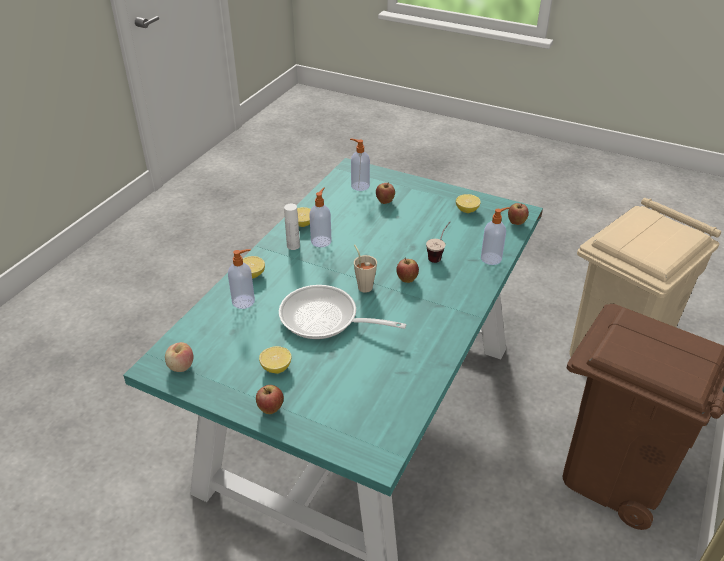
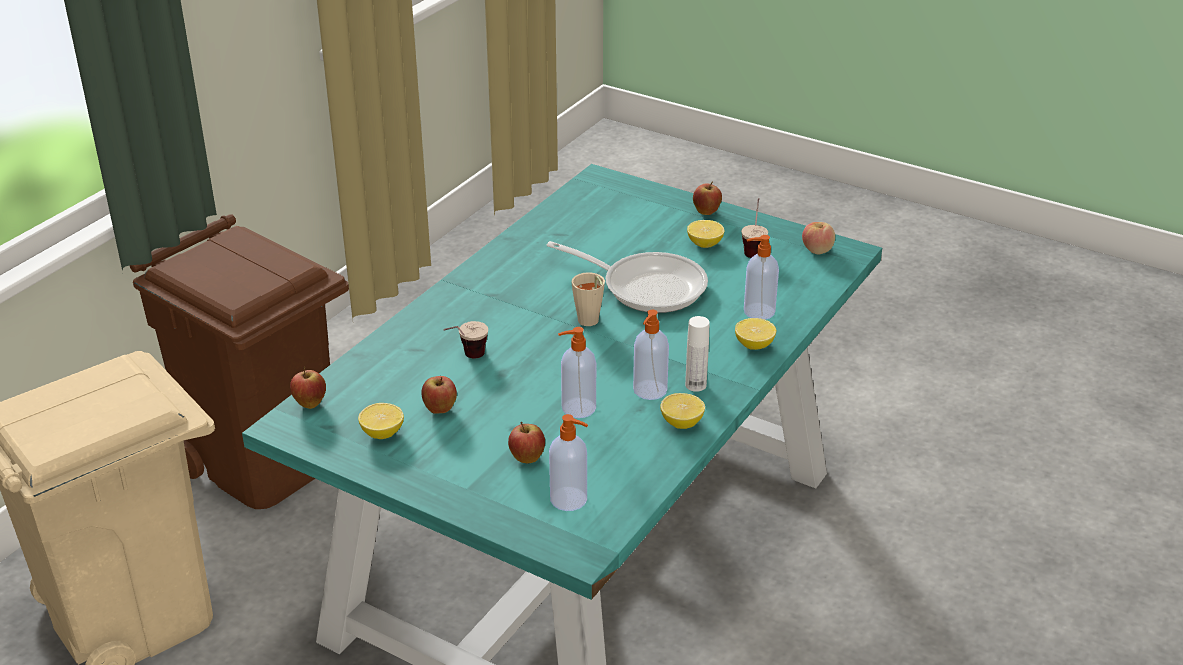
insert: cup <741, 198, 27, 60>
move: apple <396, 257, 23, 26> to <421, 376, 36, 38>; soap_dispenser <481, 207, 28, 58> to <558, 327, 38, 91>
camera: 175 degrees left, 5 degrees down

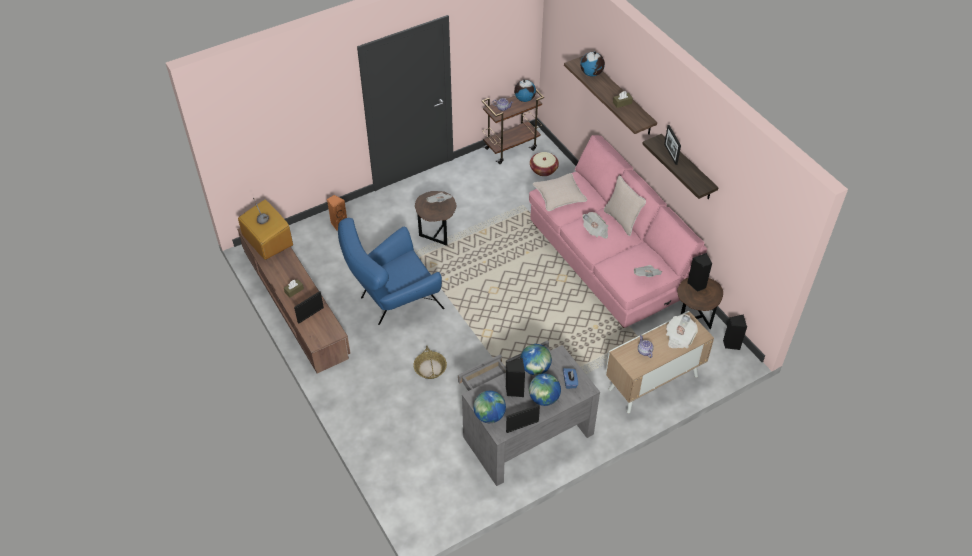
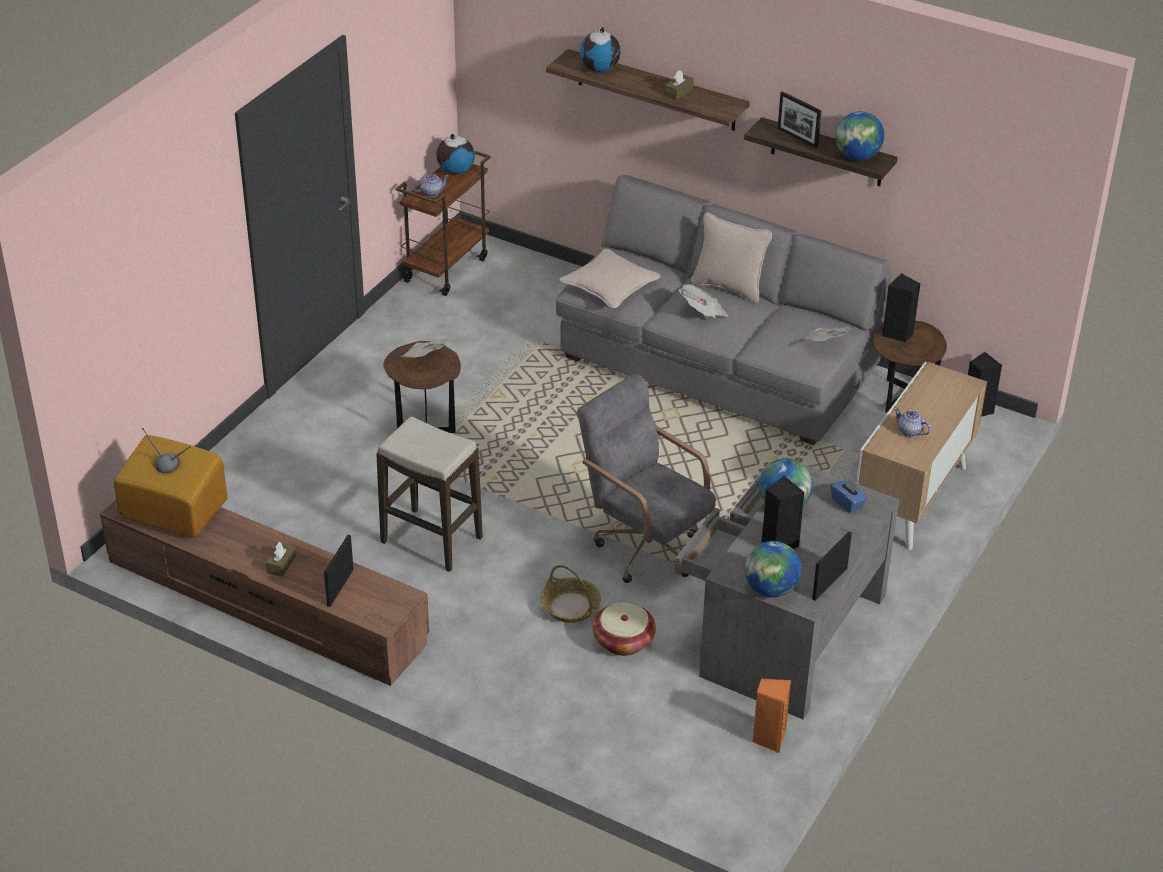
delete: newspaper <666, 314, 32, 35>
insert: grey_office_chair <577, 374, 139, 209>
move: basket <530, 152, 29, 24> to <593, 602, 63, 54>; orange_speaker <327, 195, 20, 36> to <752, 678, 39, 75>; globe <529, 374, 32, 32> to <836, 111, 48, 49>
replace: blue_armchair <338, 218, 106, 107> to stool <376, 417, 107, 155>
recolor: pink_sofa <529, 135, 178, 193> to grey_sofa <556, 175, 336, 270>
camera: 30 degrees left, 10 degrees down

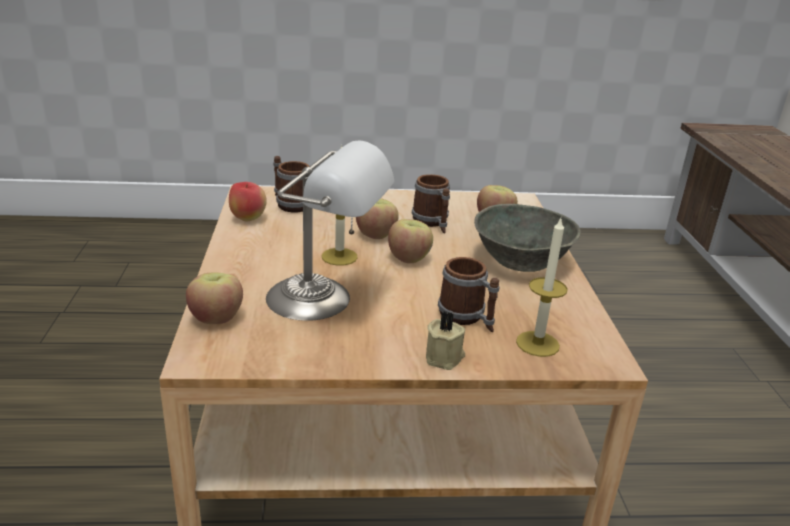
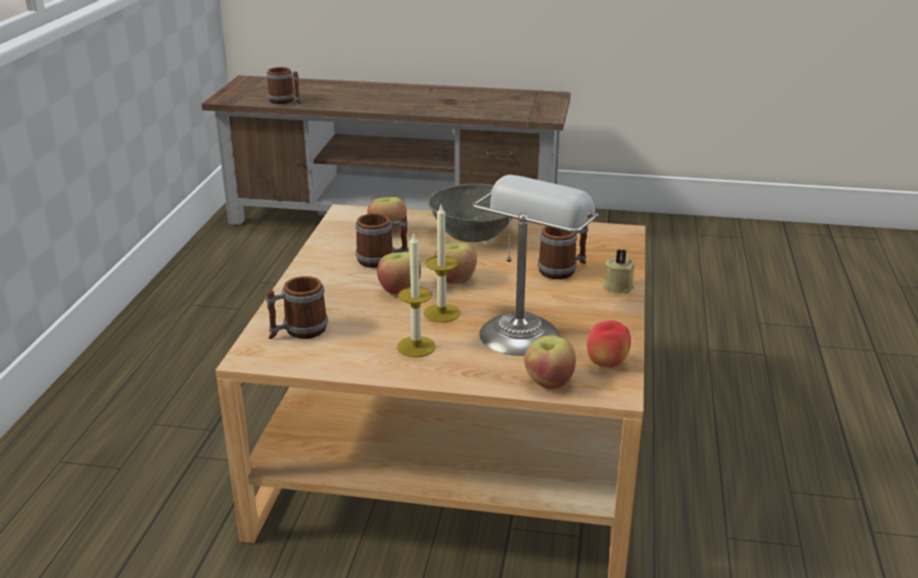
insert: mug <267, 67, 34, 37>
move: candle <516, 216, 52, 141> to <397, 232, 39, 125>; apple <229, 182, 38, 40> to <587, 320, 44, 48>
camera: 75 degrees left, 0 degrees up

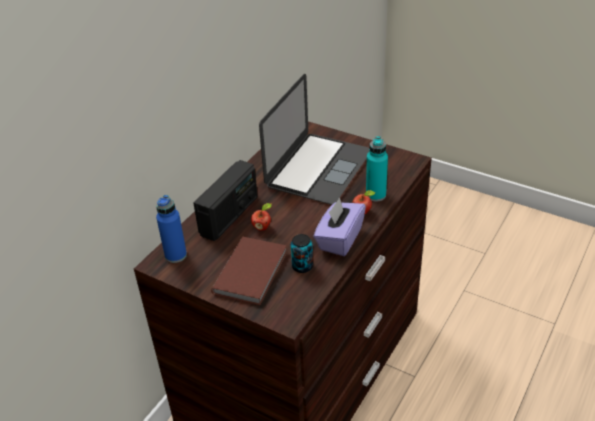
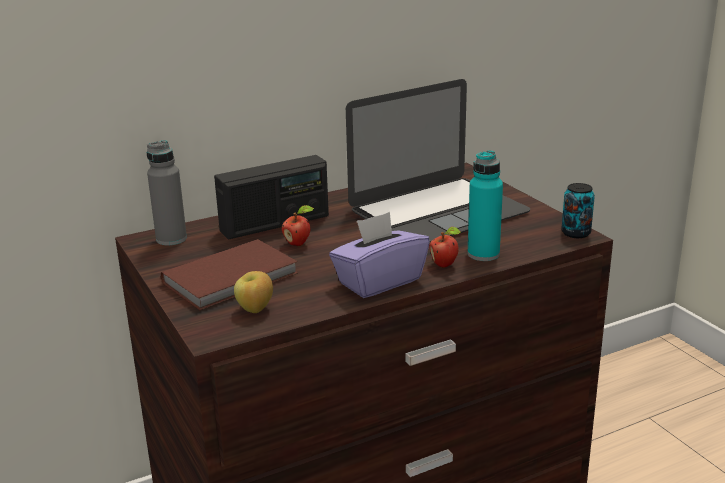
insert: apple <234, 271, 39, 42>
move: can <291, 234, 22, 39> to <561, 183, 34, 55>
recolor: blue_bottle <156, 195, 31, 68> to grey_bottle <147, 140, 40, 105>
camera: 30 degrees right, 15 degrees down

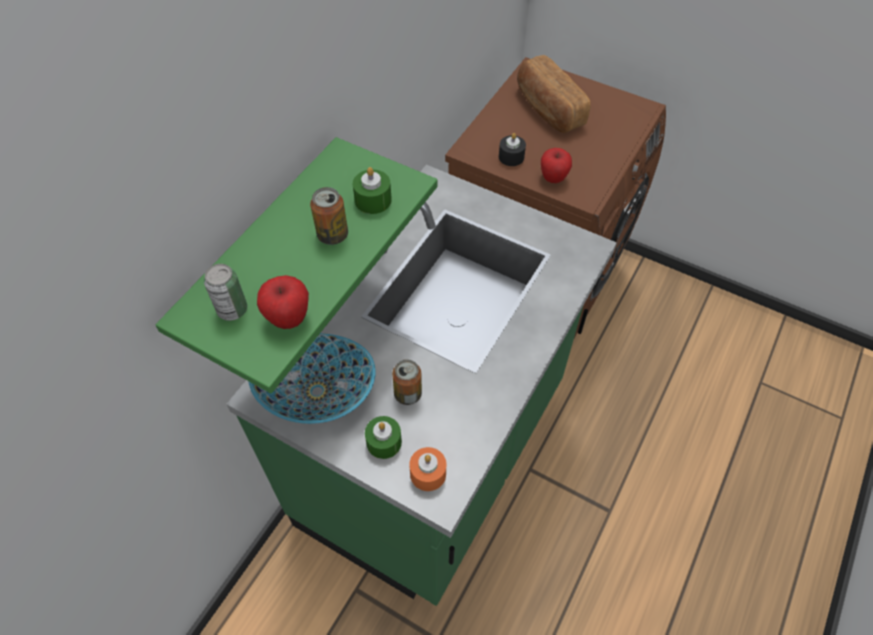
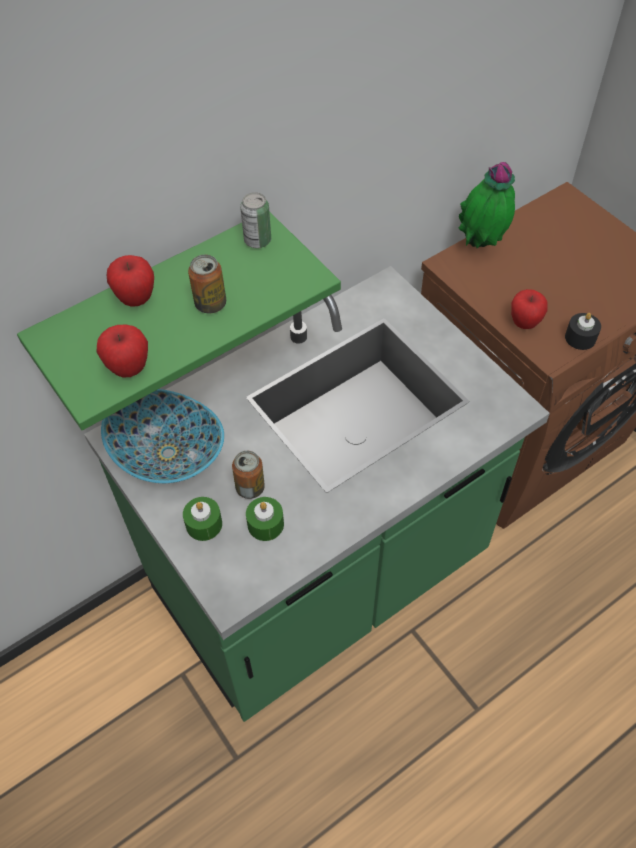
delete: orange_candle <409, 447, 37, 44>; bread <517, 55, 74, 78>
insert: apple <107, 255, 47, 52>; potted_plant <458, 162, 57, 87>
move: can <204, 264, 43, 57> to <240, 192, 31, 56>; green_candle <353, 167, 39, 47> to <246, 497, 38, 44>; black_candle <499, 133, 27, 33> to <565, 313, 36, 37>
camera: 25 degrees right, 0 degrees up

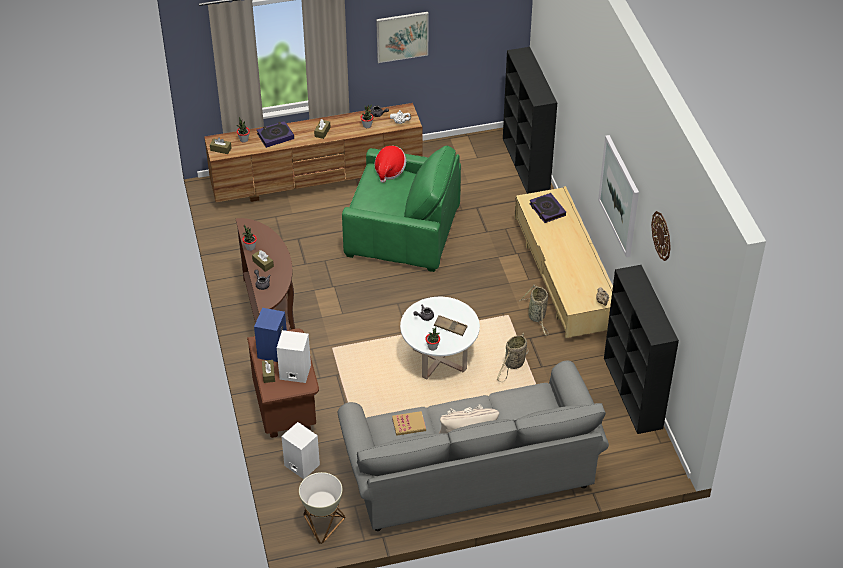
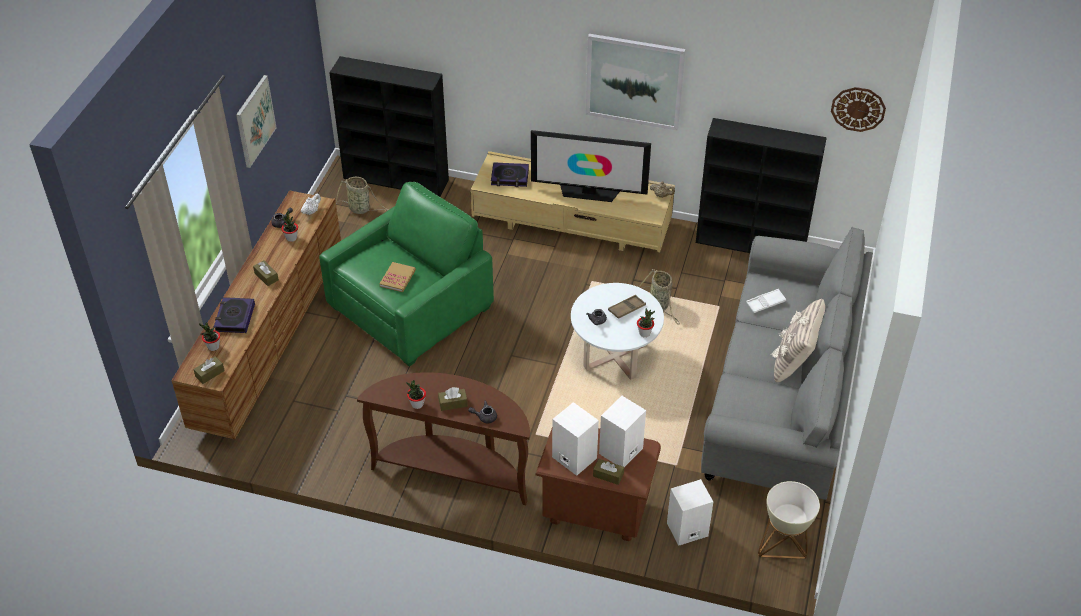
delete: hat <374, 146, 32, 37>
insert: television <531, 130, 120, 72>; white_tray <746, 289, 40, 24>
move: basket <520, 284, 29, 51> to <336, 177, 53, 37>; book <392, 411, 34, 25> to <380, 262, 36, 30>; wall_clock <651, 211, 20, 50> to <831, 87, 55, 45>
recolor: blue_speaker <254, 308, 33, 54> to white_speaker <552, 402, 47, 74>
camera: 60 degrees left, 0 degrees up

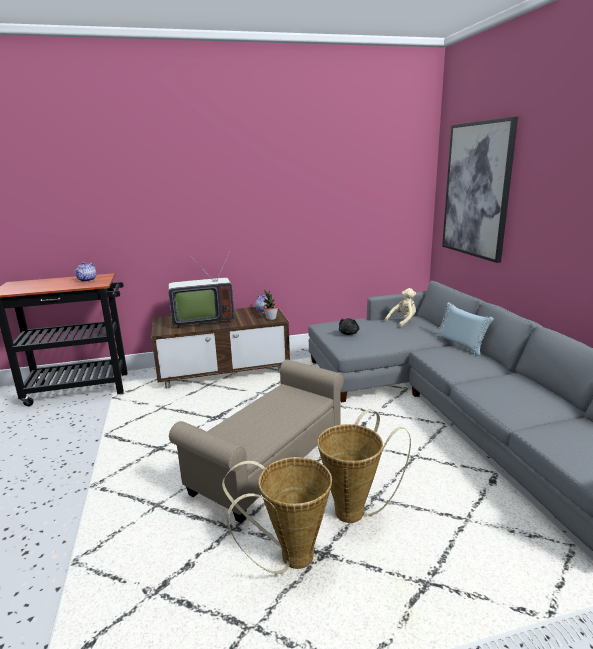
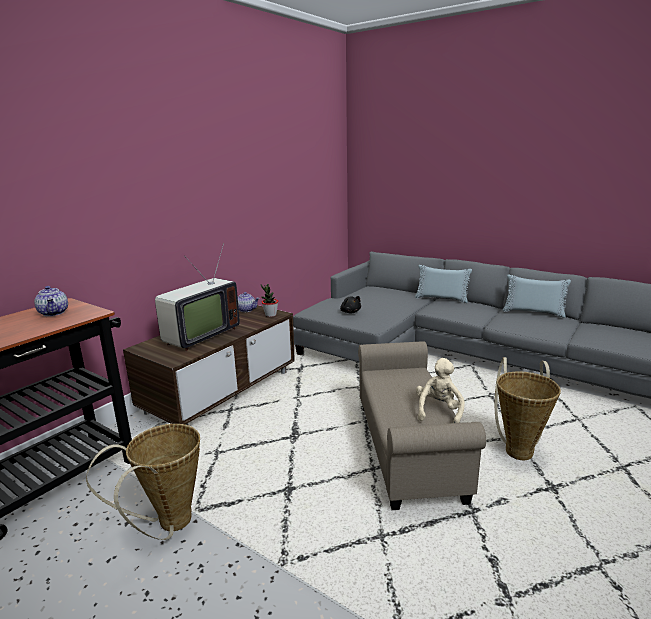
delete: picture <442, 117, 76, 146>
insert: blue_pillow <503, 274, 68, 44>
move: basket <222, 457, 110, 117> to <86, 424, 114, 116>; beige_plush_toy <385, 288, 31, 40> to <416, 358, 49, 65>
camera: 40 degrees left, 0 degrees up

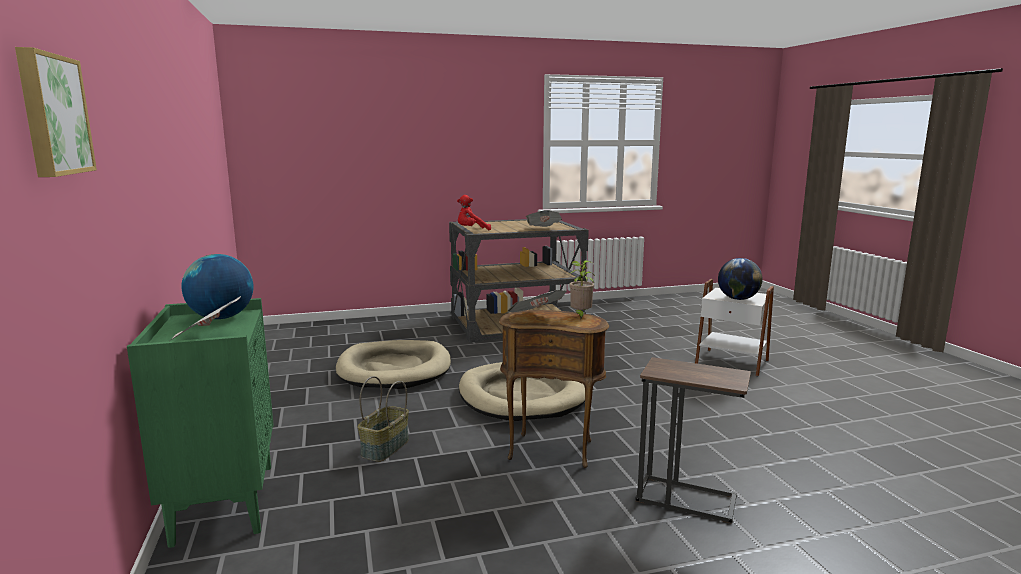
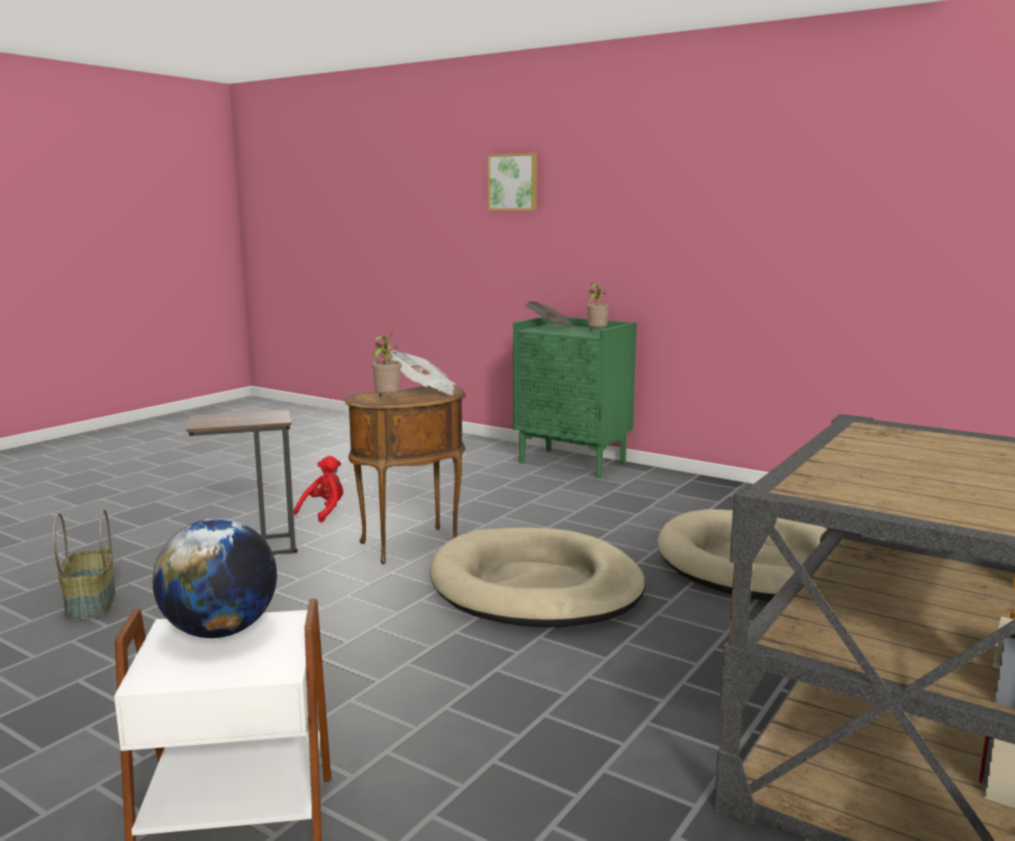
delete: newspaper <526, 210, 36, 17>
move: basket <358, 376, 51, 86> to <53, 509, 62, 111>; red_plush_toy <457, 195, 34, 35> to <293, 456, 50, 66>
replace: globe <181, 254, 73, 65> to potted_plant <587, 283, 22, 47>
camera: 140 degrees right, 0 degrees up

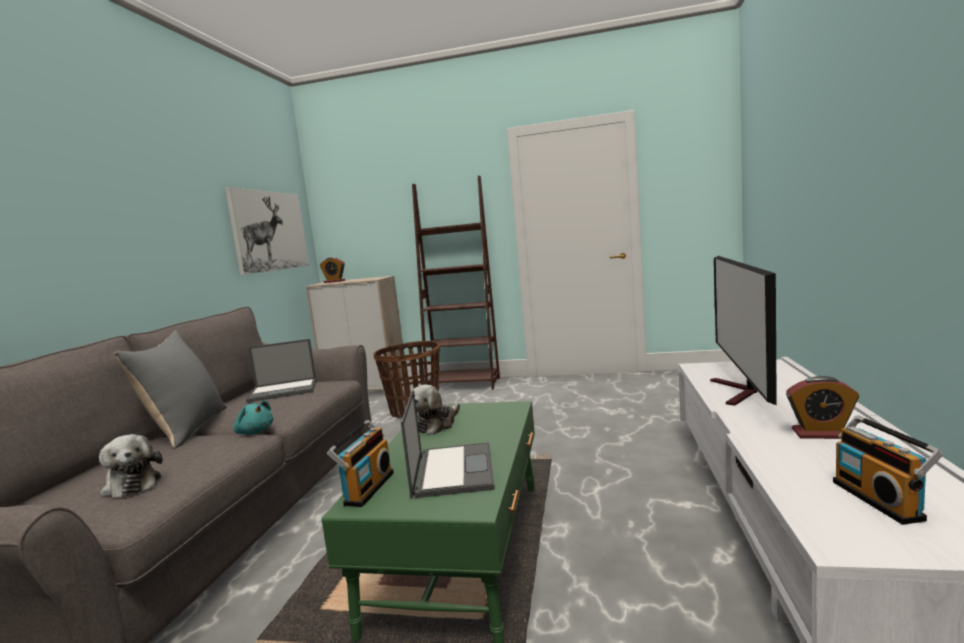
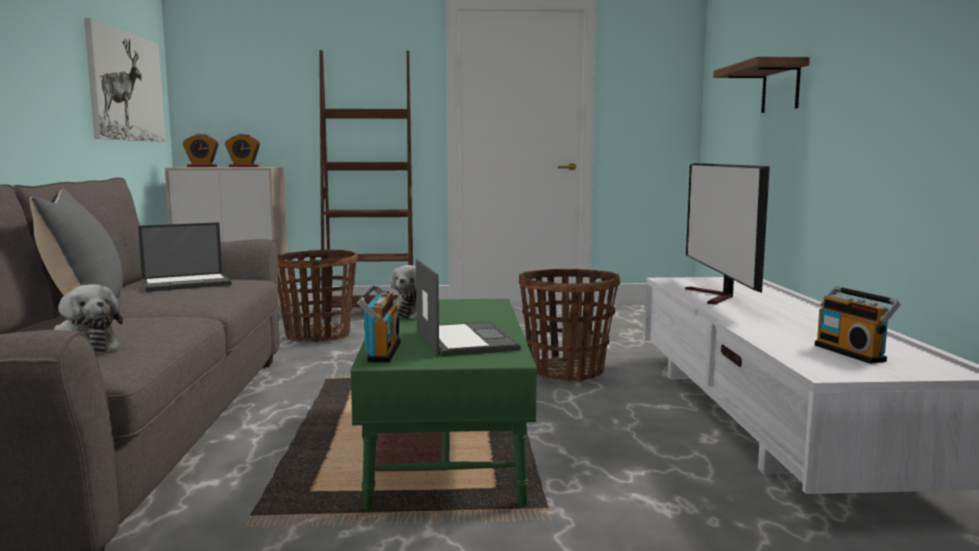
delete: turquoise_plush_toy <233, 400, 41, 35>
insert: basket <519, 269, 101, 113>; shelf <713, 57, 97, 56>
move: alarm_clock <786, 376, 73, 63> to <225, 134, 35, 33>
camera: 15 degrees left, 0 degrees up

